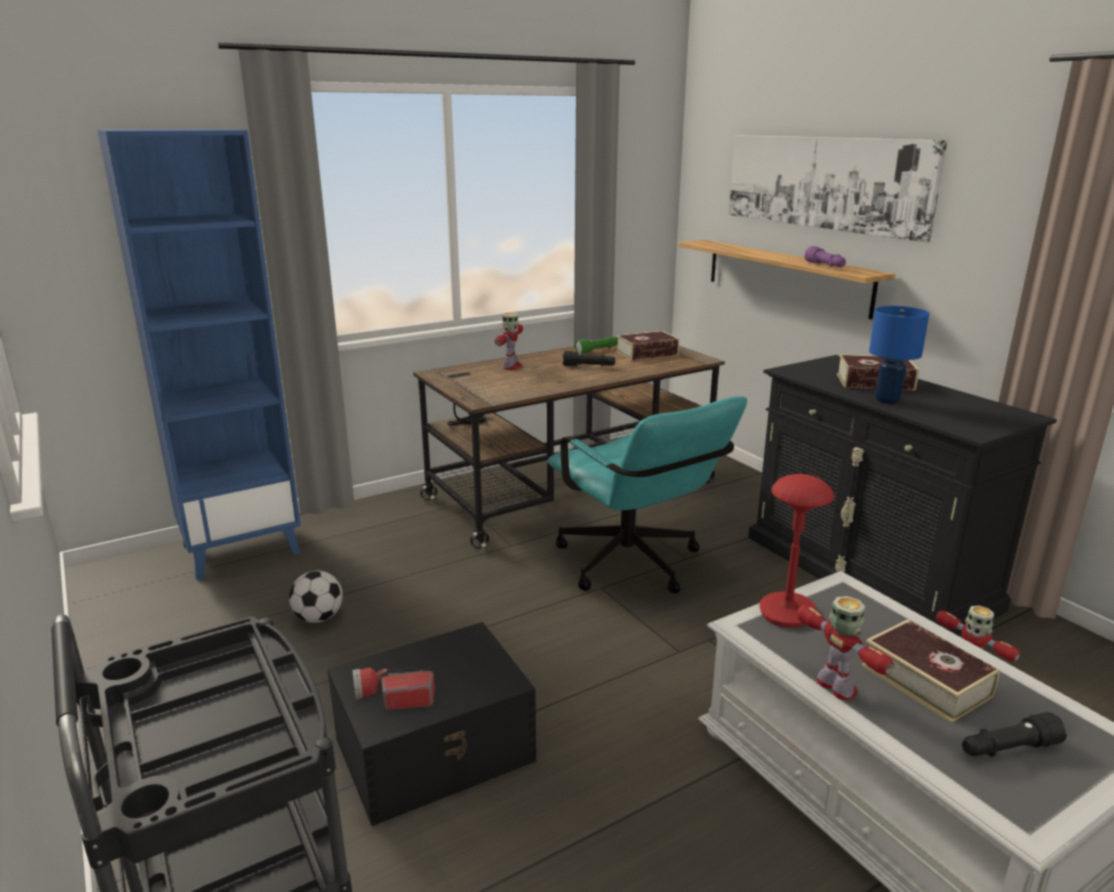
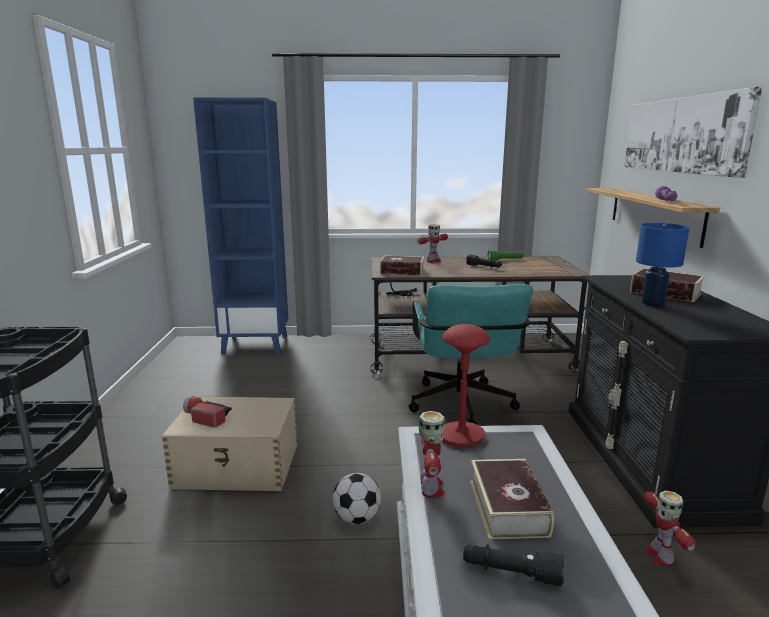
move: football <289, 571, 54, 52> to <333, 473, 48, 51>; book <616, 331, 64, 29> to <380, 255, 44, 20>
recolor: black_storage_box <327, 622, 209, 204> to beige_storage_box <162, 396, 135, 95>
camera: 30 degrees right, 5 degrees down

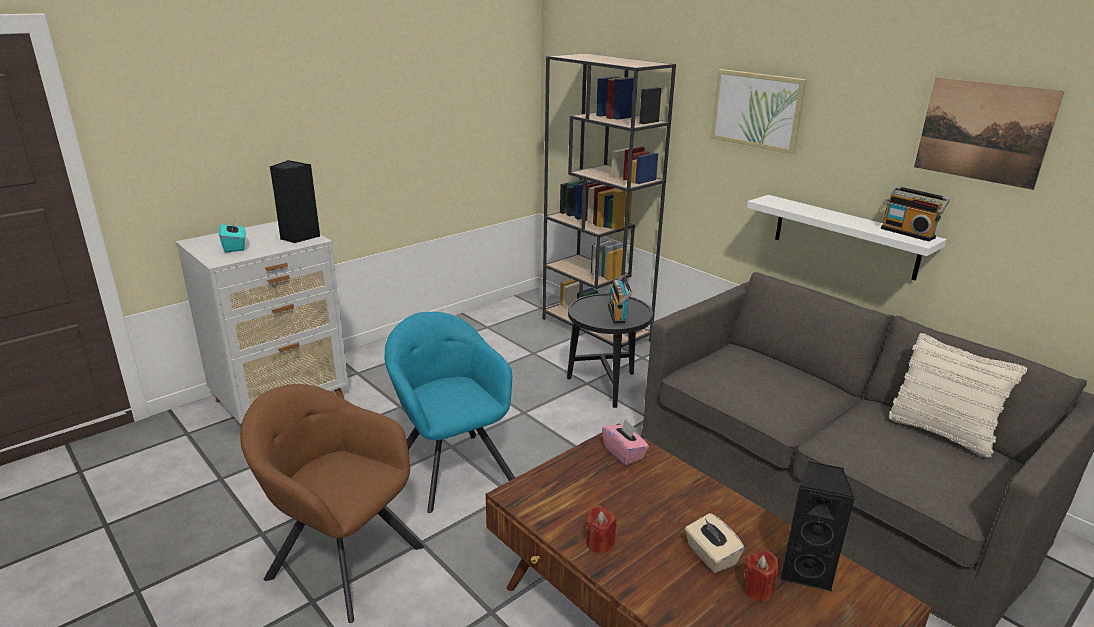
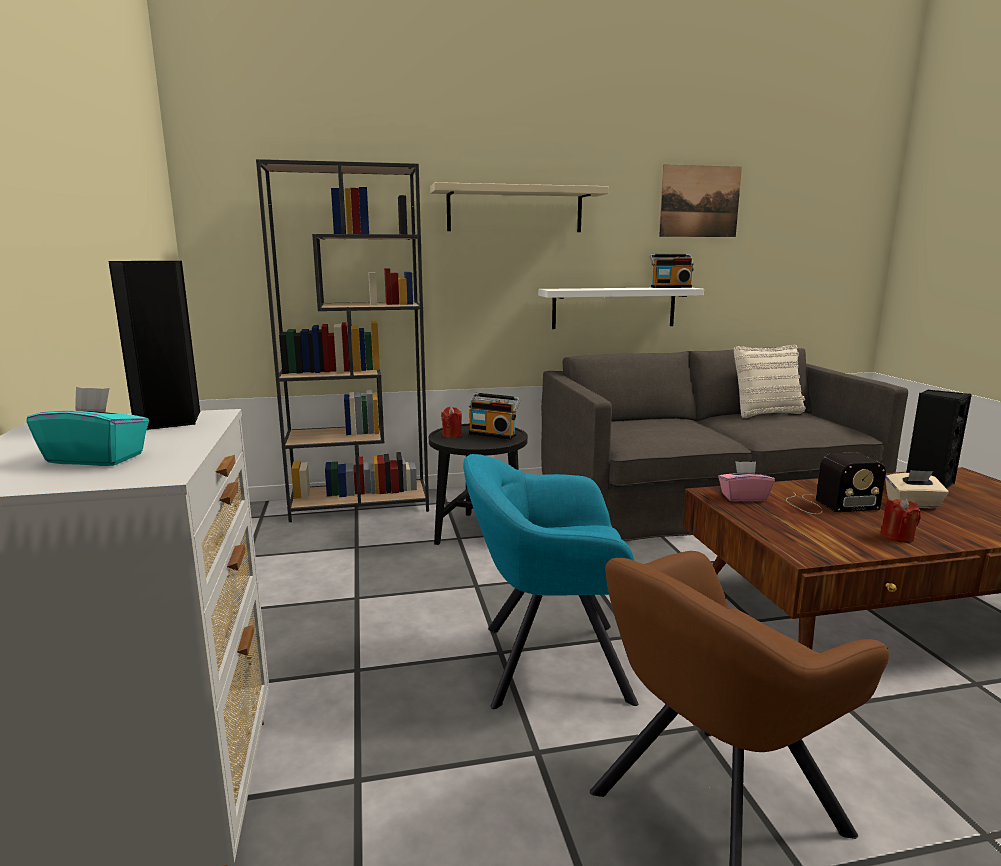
insert: radio <786, 452, 100, 62>
move: red_candle <743, 551, 35, 52> to <441, 406, 21, 32>
replace: picture <711, 69, 96, 85> to beige_shelf <430, 182, 179, 50>
camera: 60 degrees left, 10 degrees down

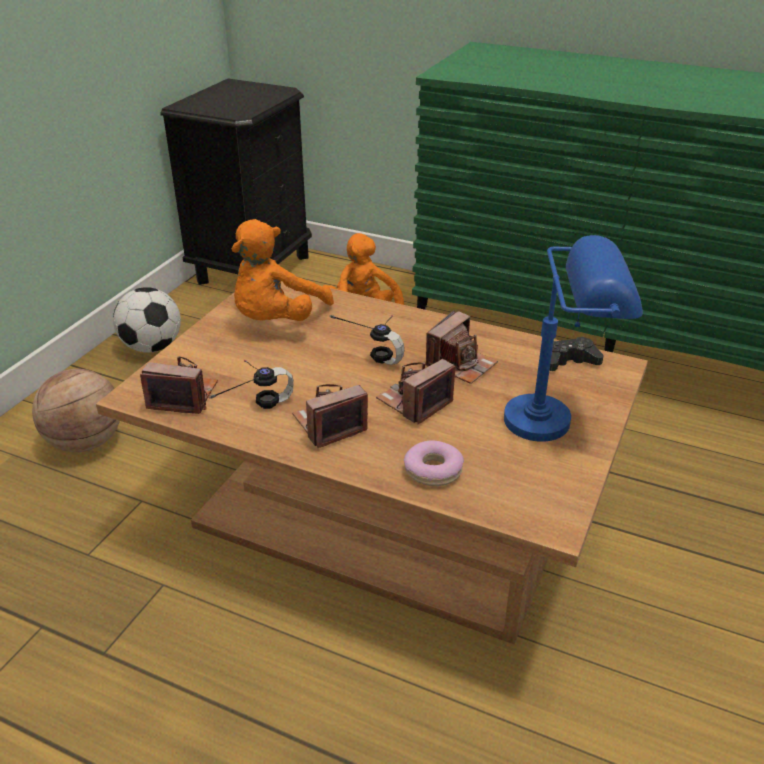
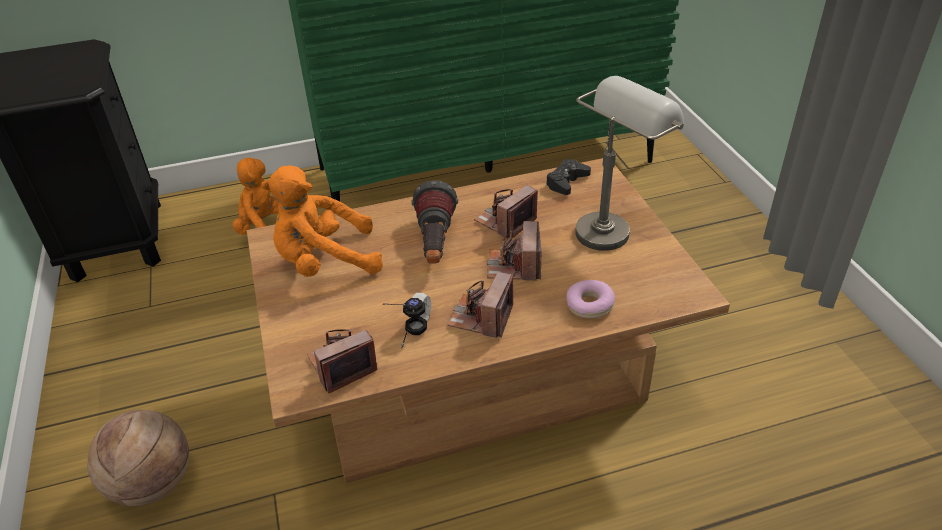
delete: football <113, 287, 68, 66>
replace: headphones <330, 315, 74, 50> to flashlight <412, 180, 46, 84>
recolor: blue_table_lamp <504, 235, 139, 207> to grey_table_lamp <575, 76, 109, 175>
rotate: orange_plush_toy <231, 219, 103, 102> = <261, 166, 122, 111> 90 degrees clockwise; photo_camera <426, 310, 72, 74> = <474, 185, 64, 54> 135 degrees counterclockwise
camera: 40 degrees left, 5 degrees up

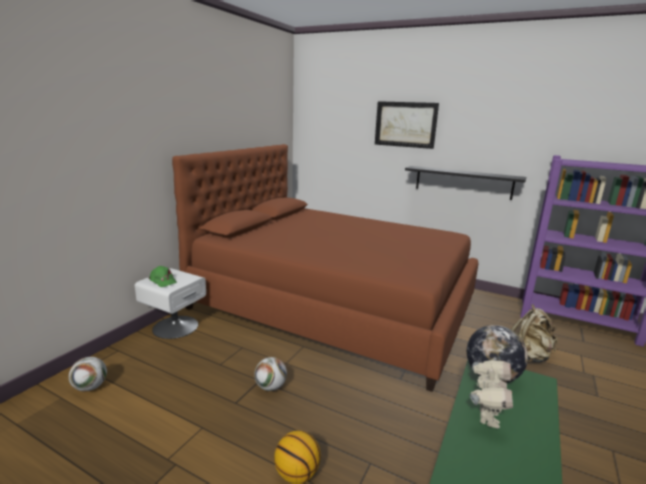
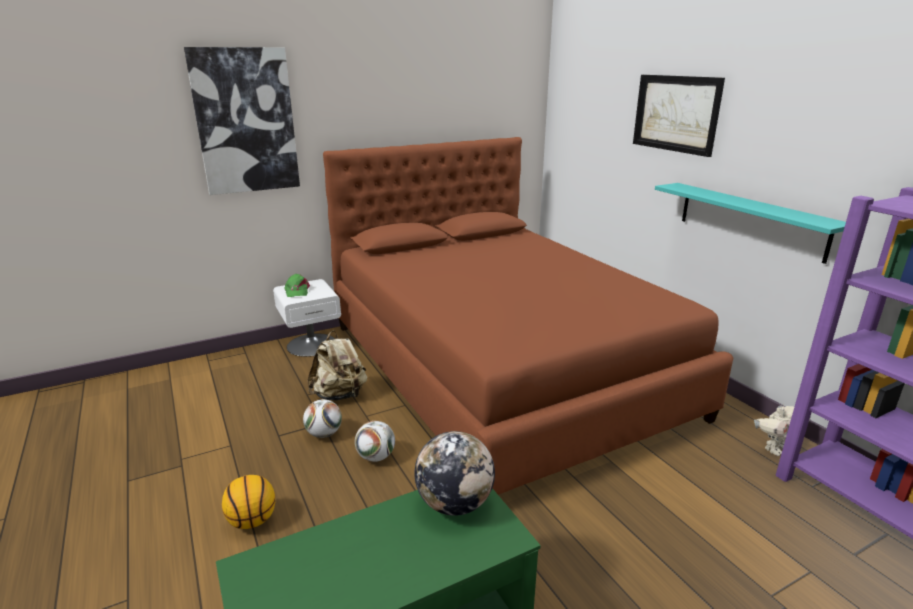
insert: picture <184, 47, 116, 148>
move: beige_backpack <511, 304, 47, 59> to <307, 330, 60, 71>; football <69, 357, 38, 34> to <355, 421, 40, 41>; toy_robot <469, 360, 44, 68> to <754, 403, 56, 53>
recolor: black_shelf <405, 166, 121, 34> to turquoise_shelf <655, 183, 191, 81>
camera: 35 degrees right, 5 degrees up

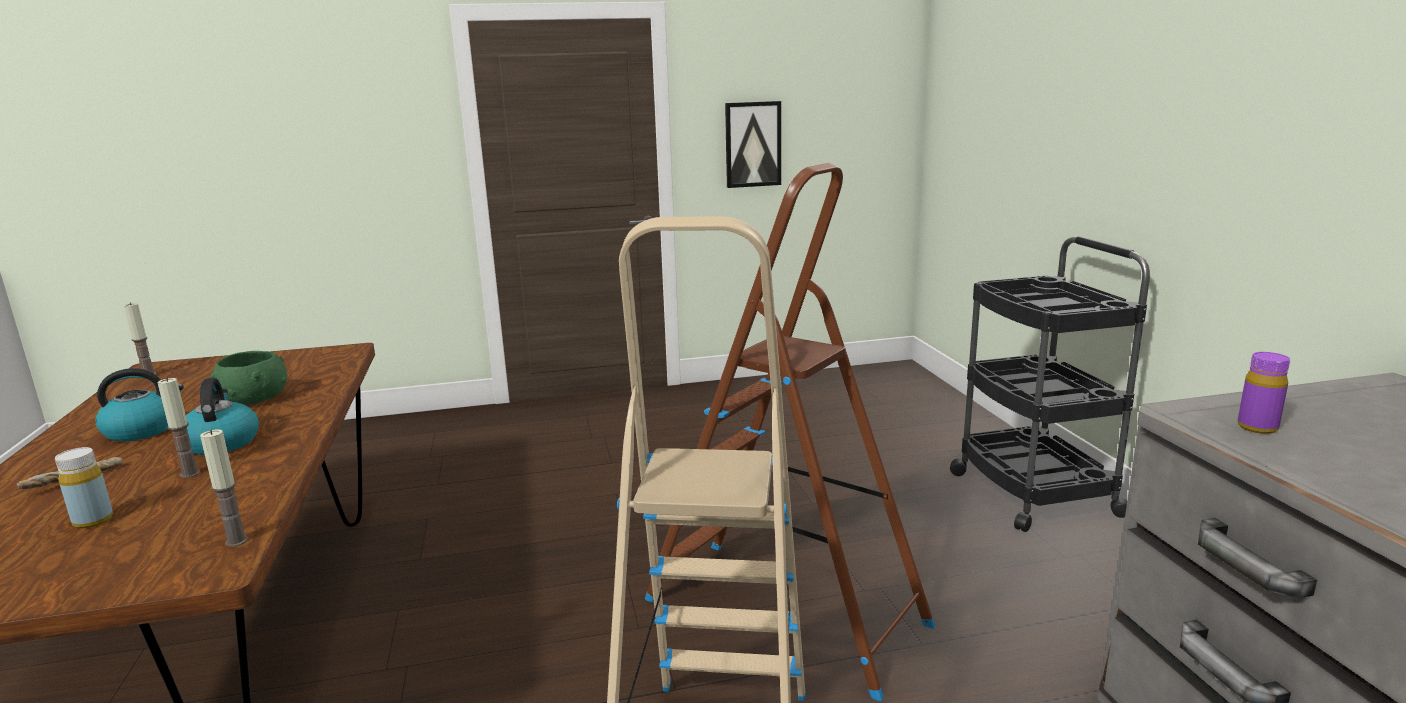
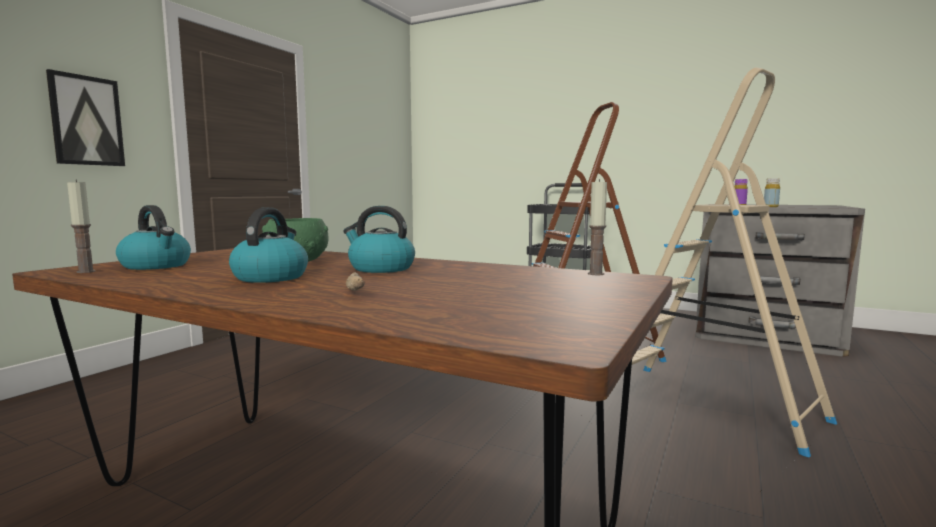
delete: candle <157, 377, 43, 101>
insert: kettle <116, 205, 75, 65>
move: picture <725, 101, 56, 87> to <46, 69, 79, 97>; yellow_bottle <55, 447, 58, 81> to <764, 178, 16, 29>
camera: 50 degrees left, 10 degrees down

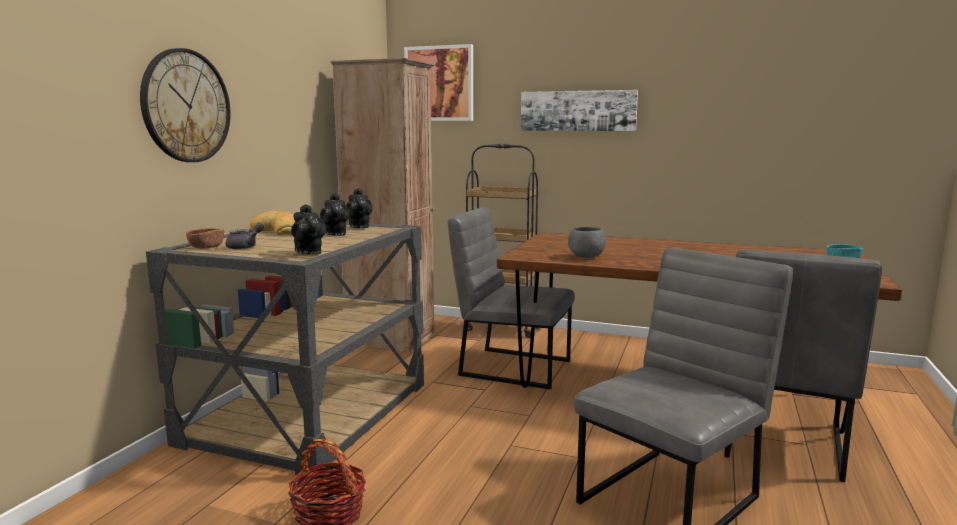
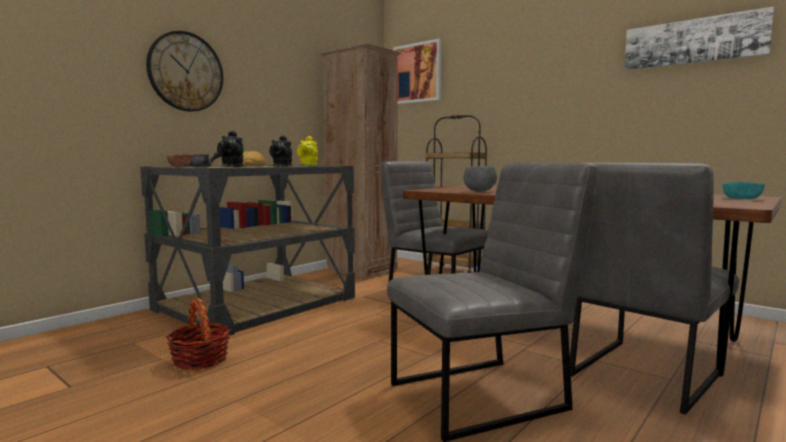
move: picture <521, 90, 117, 41> to <624, 6, 150, 64>
recolor: black_teapot <346, 188, 27, 40> to yellow_teapot <297, 136, 21, 30>
camera: 20 degrees right, 5 degrees down

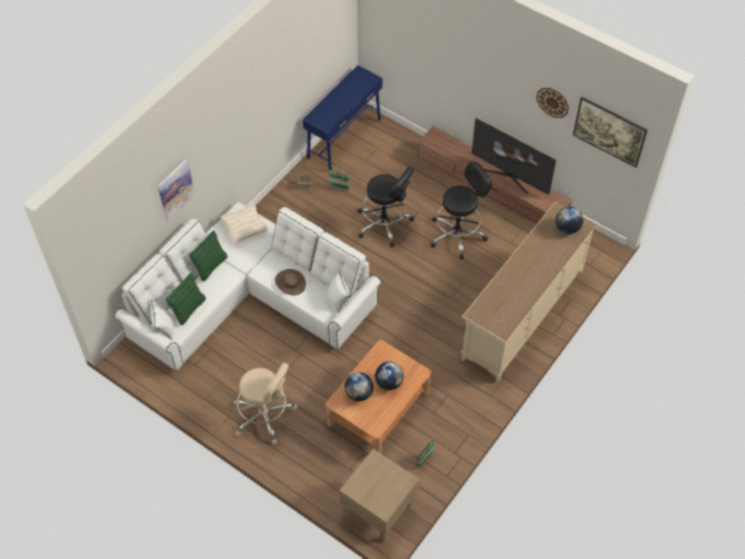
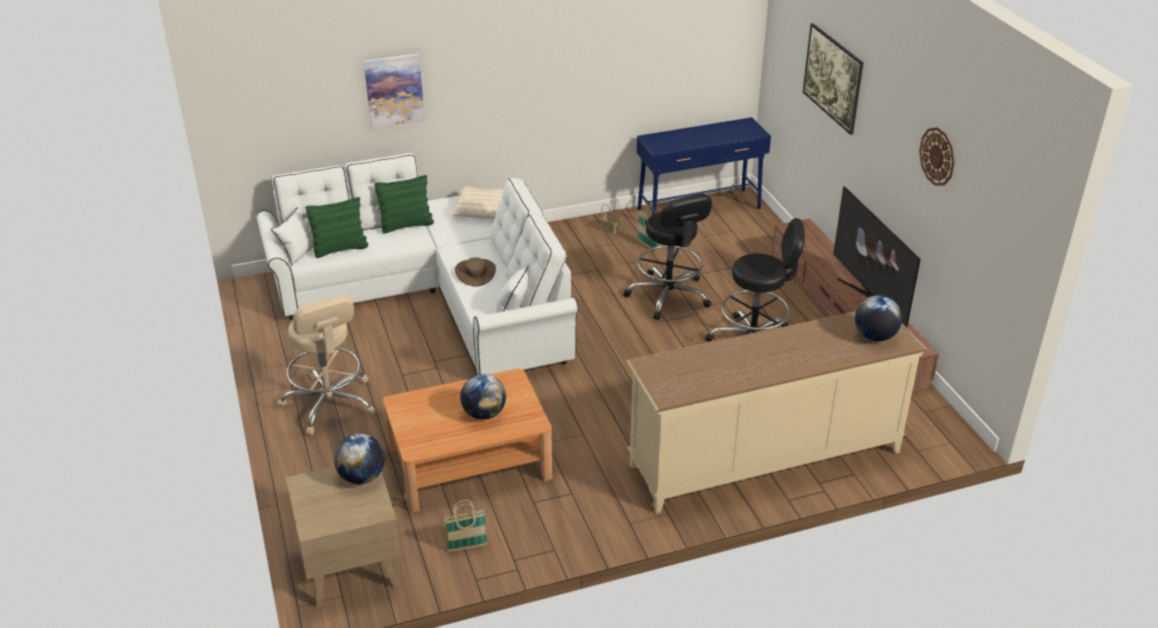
move: globe <345, 372, 28, 29> to <334, 434, 51, 50>; picture <573, 97, 75, 71> to <803, 23, 61, 112>
camera: 35 degrees right, 20 degrees down

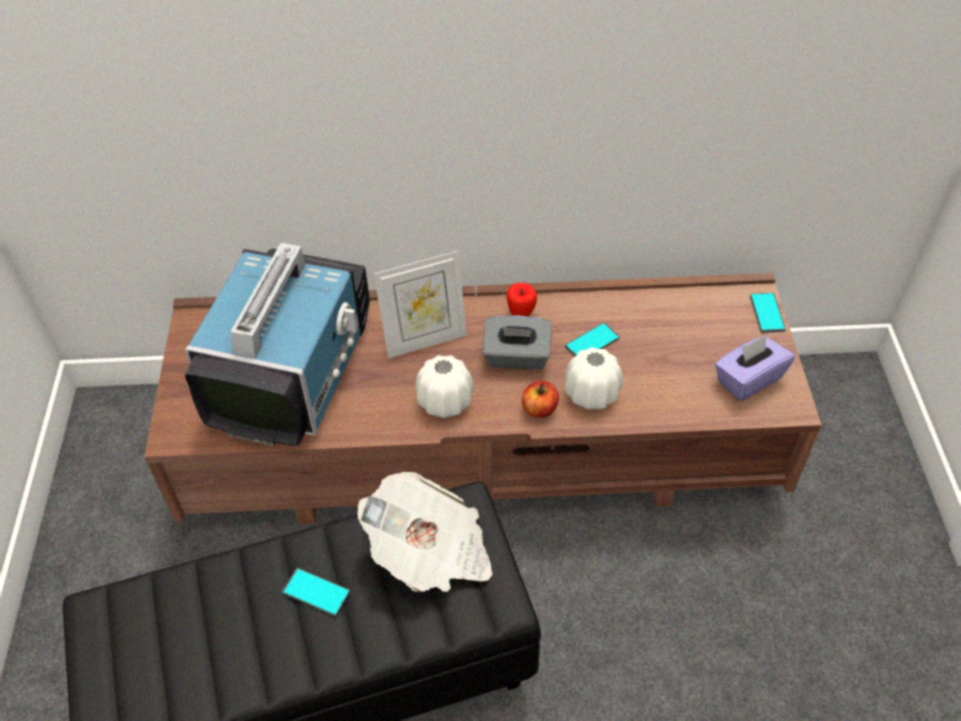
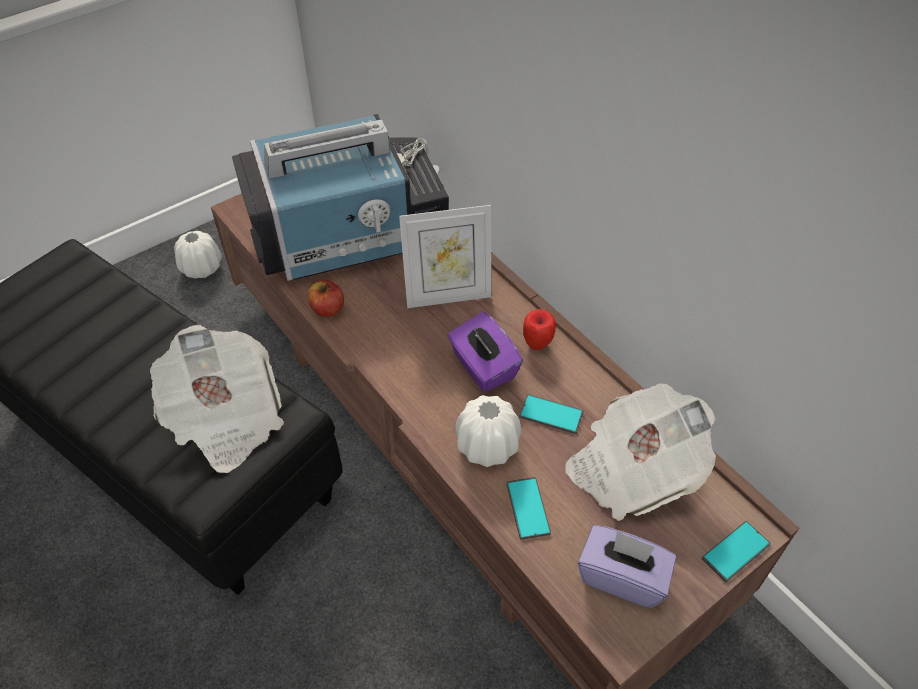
insert: newspaper <565, 384, 151, 137>
move: white_vase <416, 355, 58, 63> to <174, 231, 48, 48>; apple <521, 381, 38, 37> to <308, 280, 36, 37>; phone <282, 568, 68, 49> to <507, 477, 44, 63>
recolor: grey_tissue_box <483, 315, 69, 55> to purple_tissue_box <448, 312, 75, 80>
rotate: picture_frame <374, 251, 93, 108> = <399, 205, 92, 103> 45 degrees counterclockwise
camera: 55 degrees right, 0 degrees up

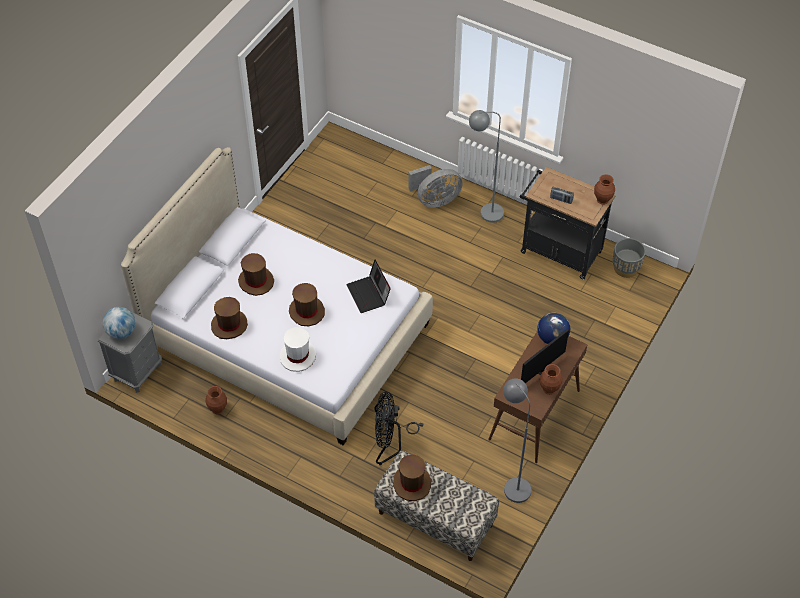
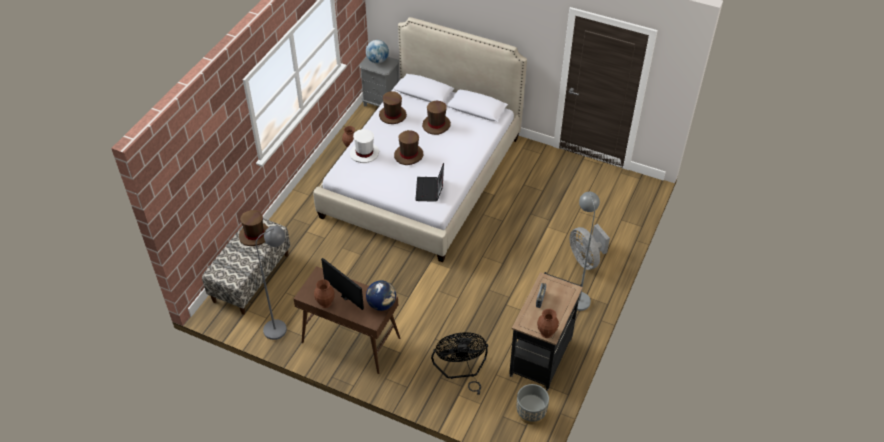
move: black_fan <374, 391, 50, 74> to <431, 332, 57, 63>
rotate: laptop <346, 260, 45, 53> = <416, 163, 28, 39> 60 degrees counterclockwise
camera: 85 degrees right, 5 degrees down

